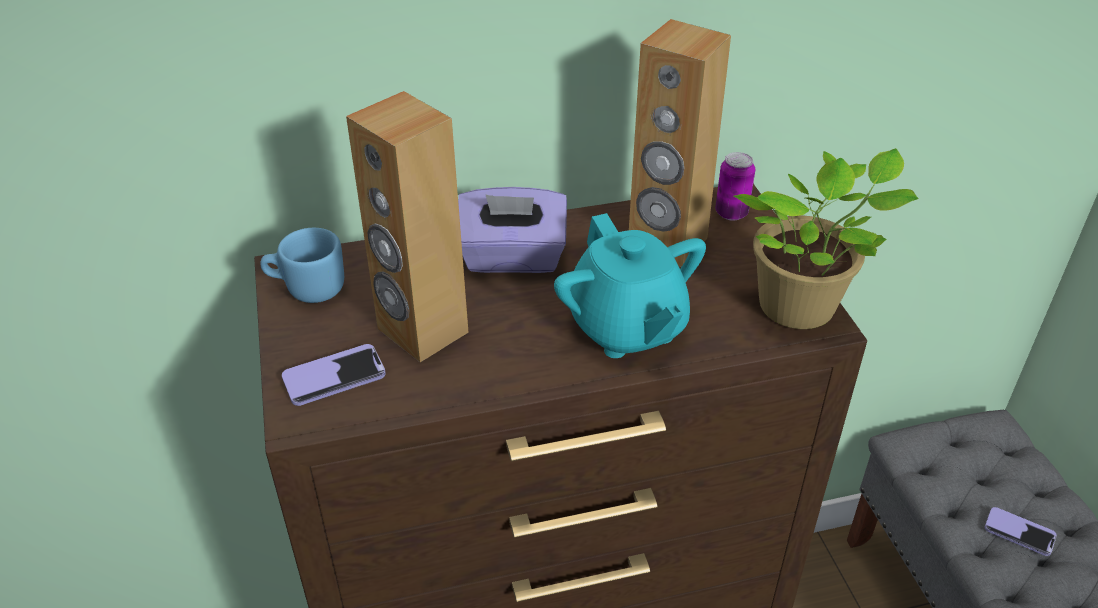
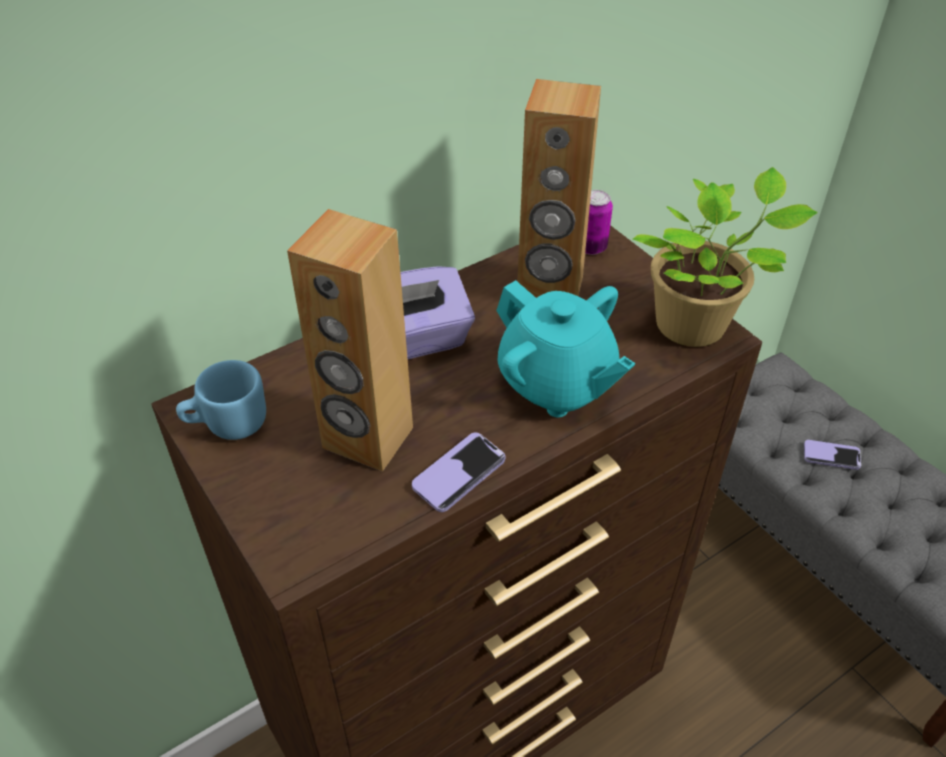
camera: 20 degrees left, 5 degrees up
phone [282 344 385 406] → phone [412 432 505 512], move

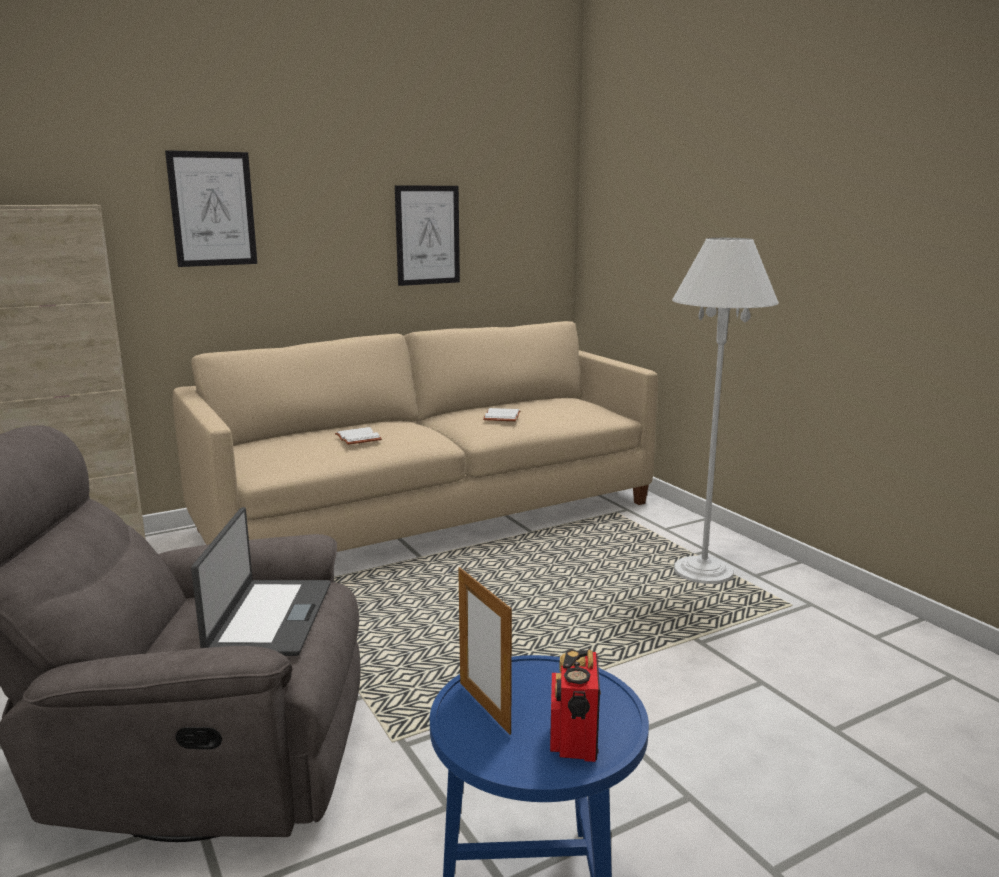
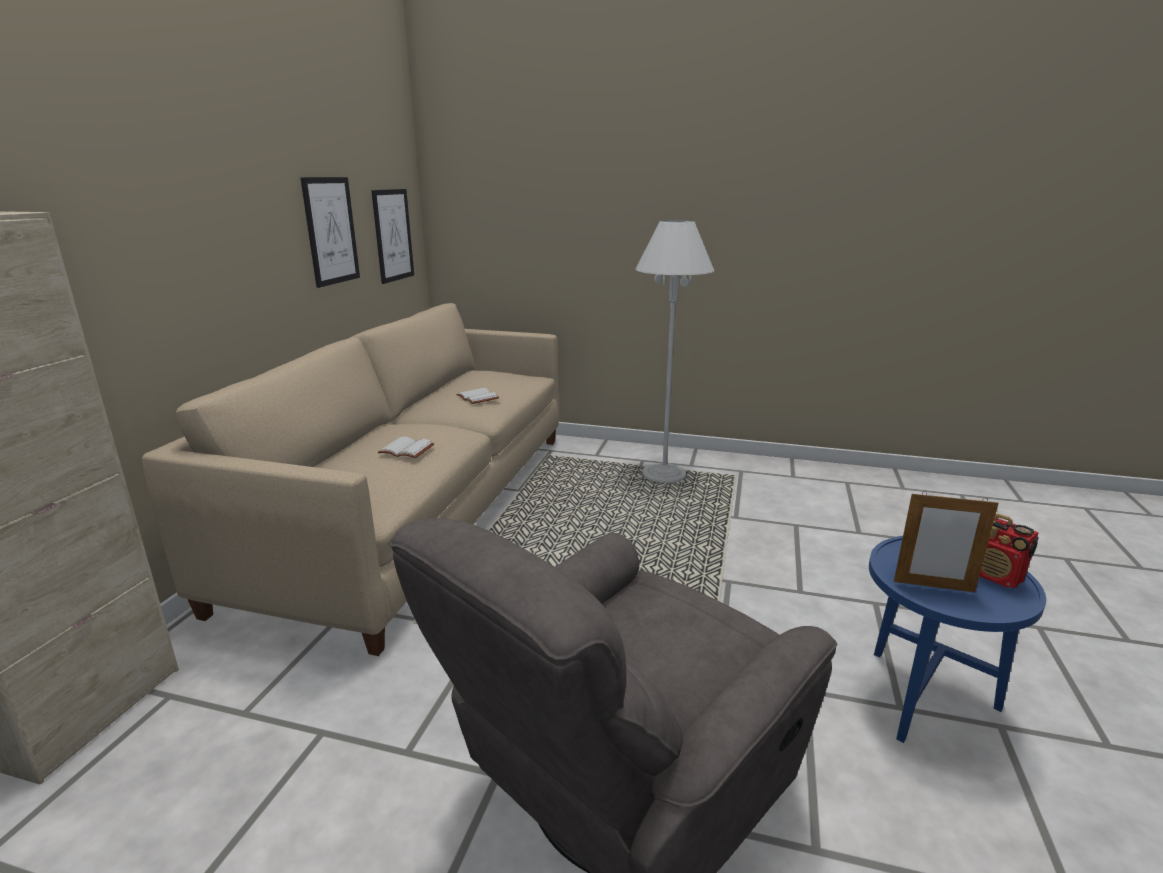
camera: 45 degrees left, 5 degrees up
laptop [191 507 331 656] → -
picture [165 150 257 267] → picture [371 189 414 284], move

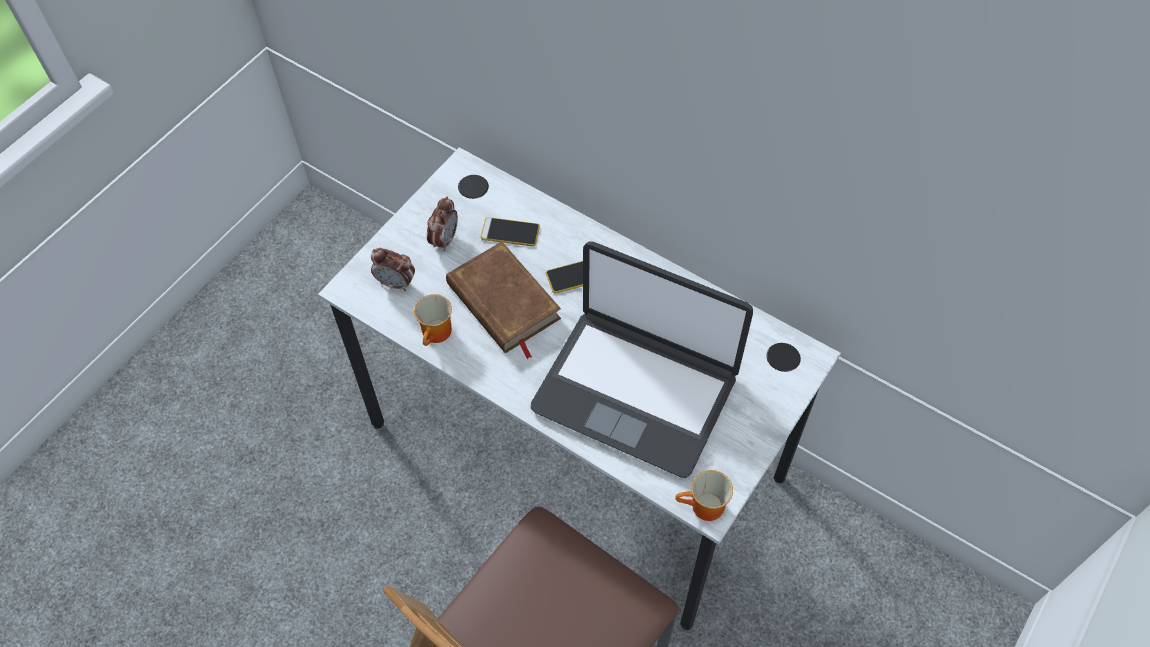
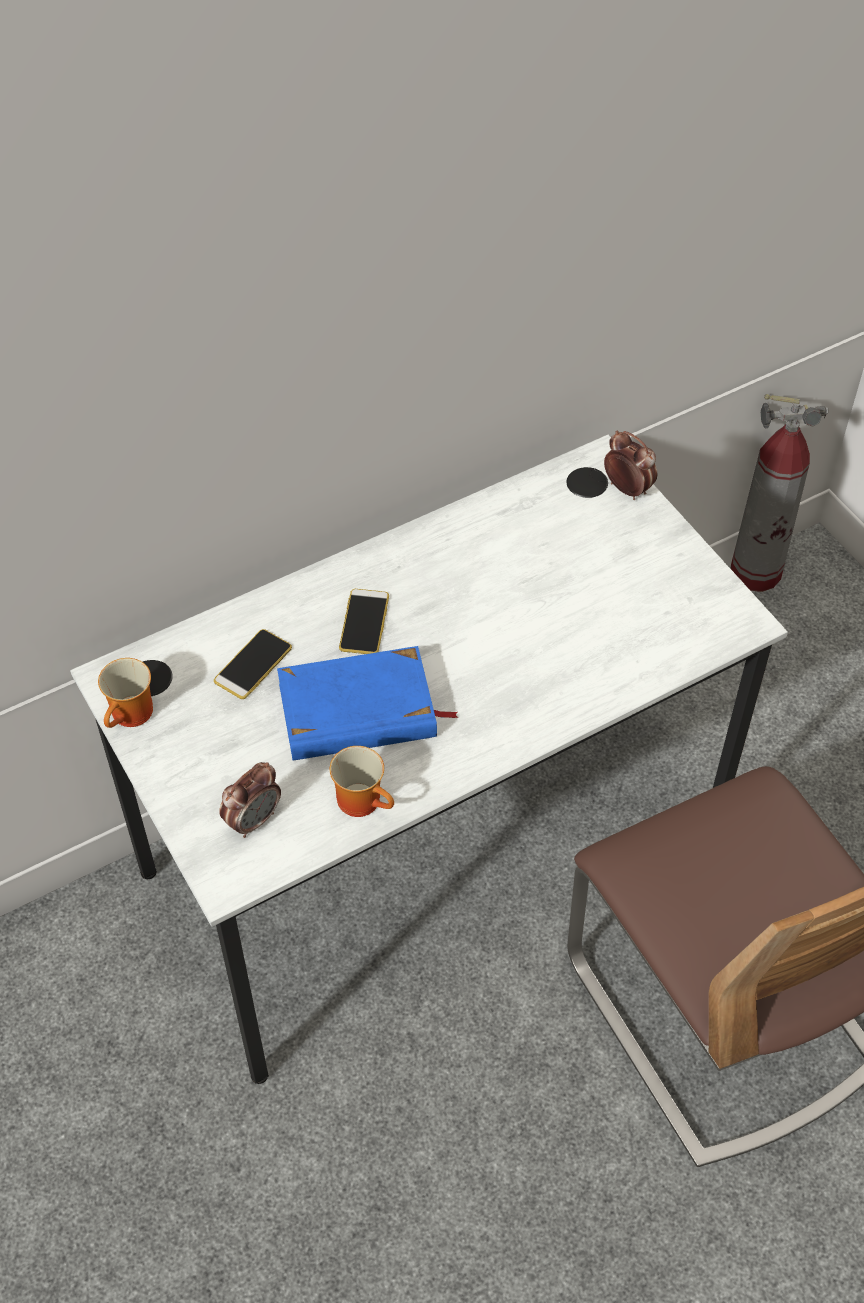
camera: 65 degrees left, 5 degrees down
laptop [530 241 753 478] → -
- → fire_extinguisher [731 394 829 592]
alarm_clock [427 196 458 252] → alarm_clock [604 431 657 500], move
mug [675 470 733 521] → mug [98 658 153 728], move
brown_book [446 242 561 359] → blue_book [277 646 458 761]

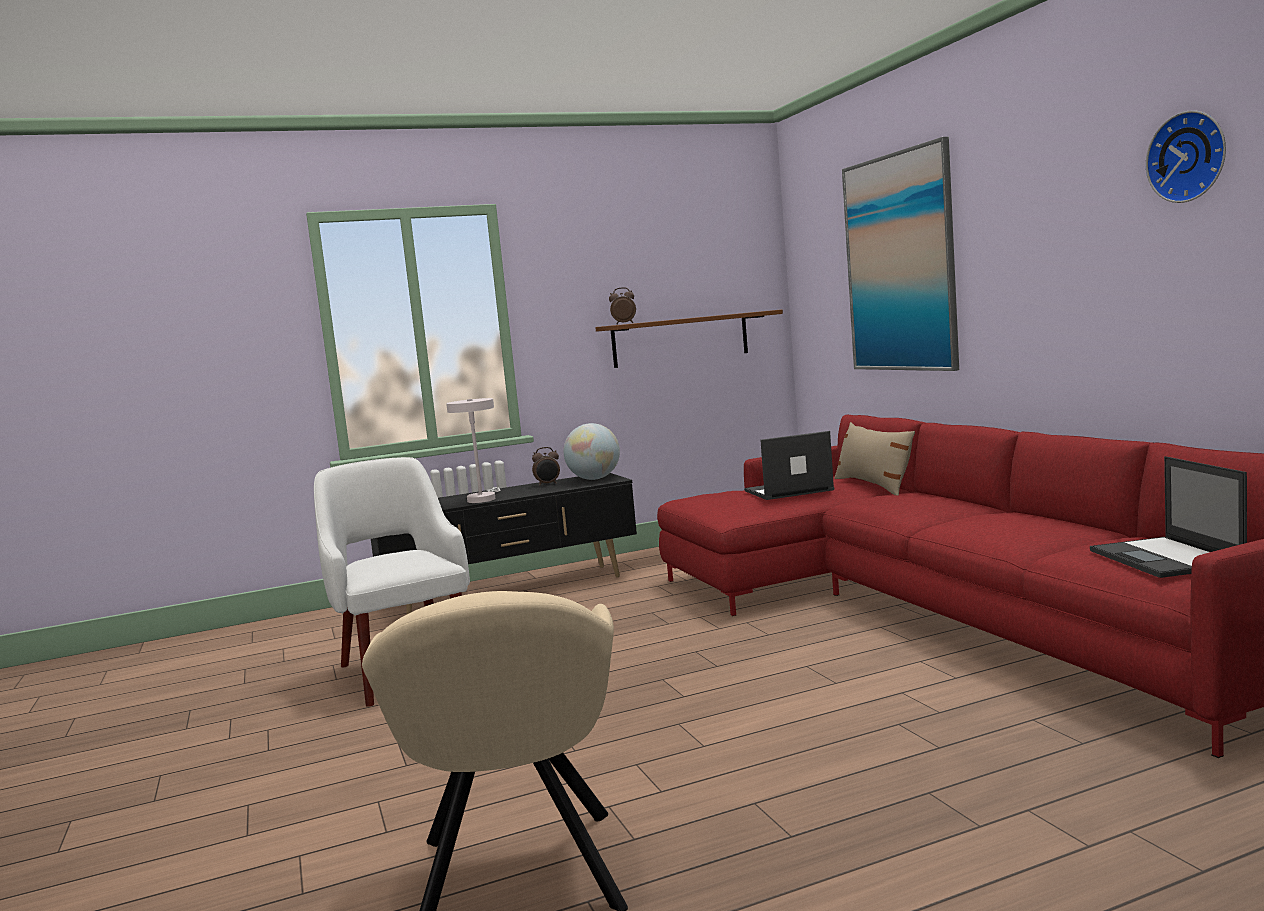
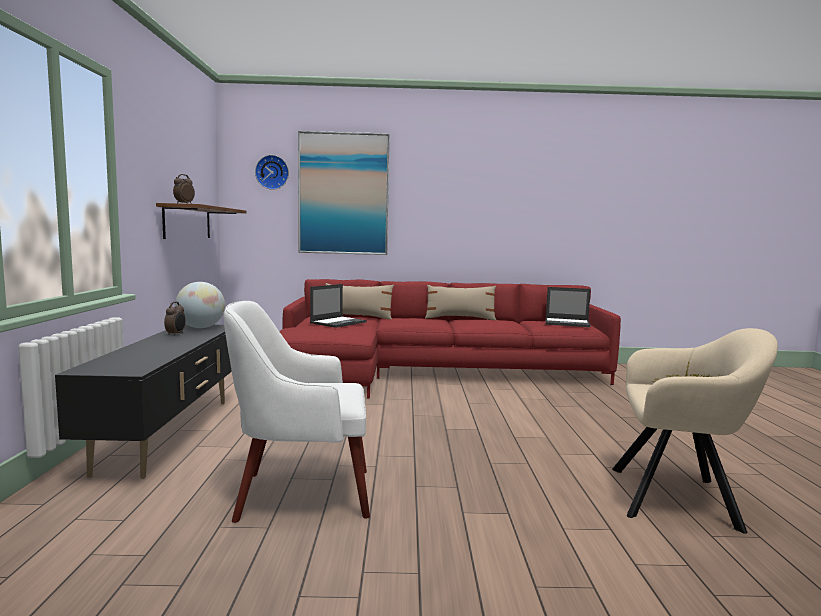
camera: 70 degrees left, 0 degrees up
white_table_lamp [446 398 501 503] → -
- → beige_pillow [425 285 496 320]
wall_clock [1146 110 1226 203] → wall_clock [255 155 289 190], move
laptop [744 431 834 500] → laptop [310 284 367 328], 150 degrees counterclockwise

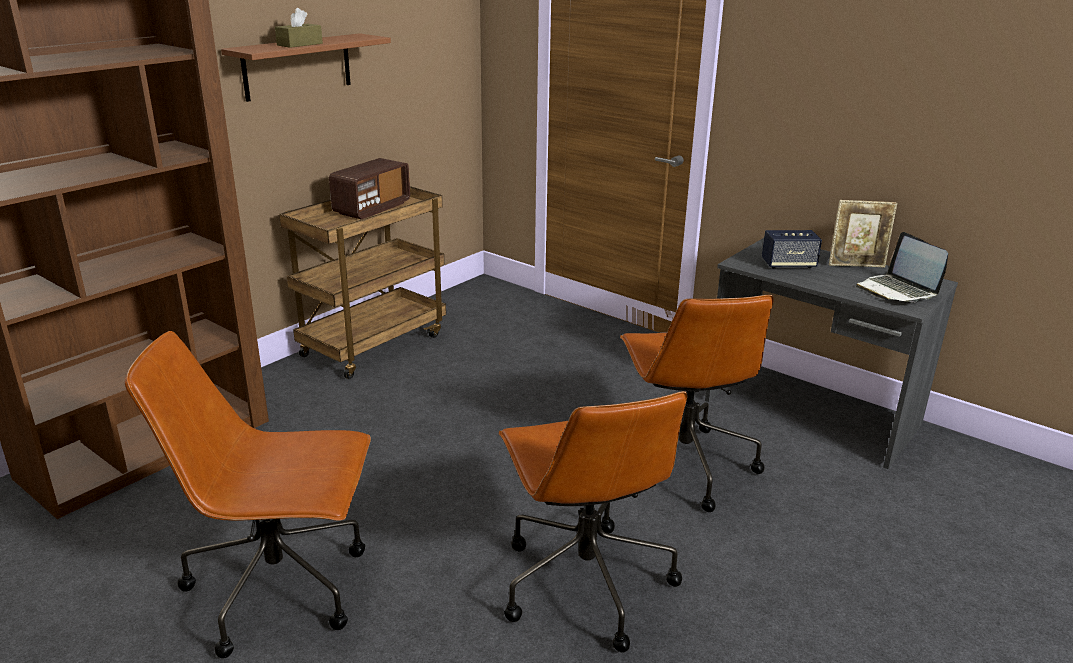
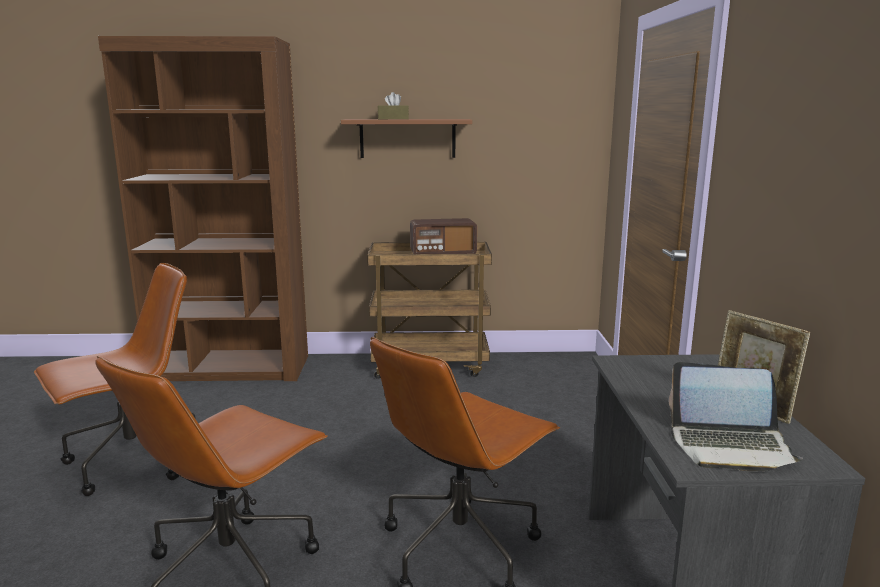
camera: 50 degrees right, 10 degrees down
speaker [762 230 822 269] → -
brown_office_chair [125 331 371 658] → brown_office_chair [34 263 196 496], 90 degrees clockwise
laptop [856 232 948 303] → laptop [669 362 803 471], 105 degrees counterclockwise

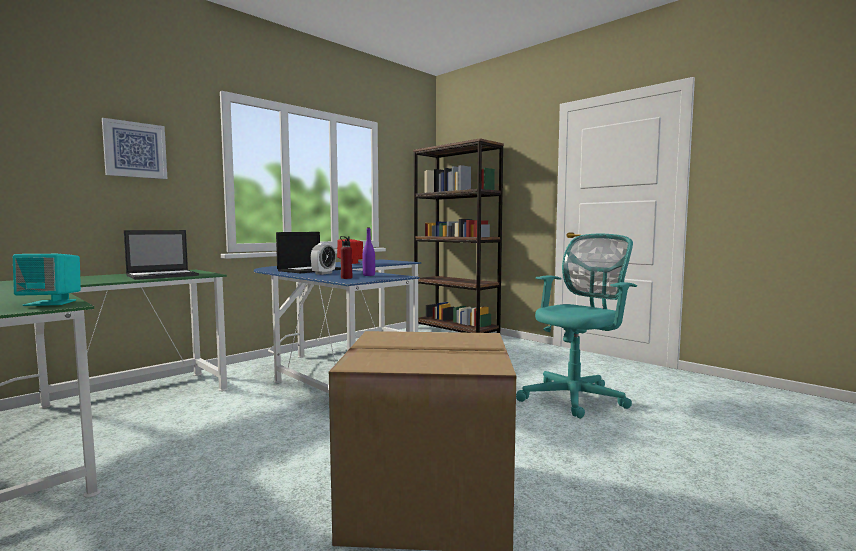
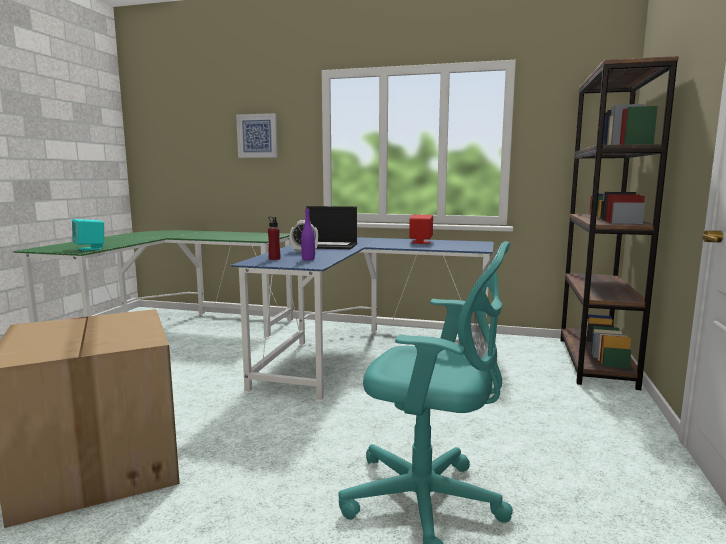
camera: 60 degrees right, 5 degrees up
laptop [124 230 199 280] → -

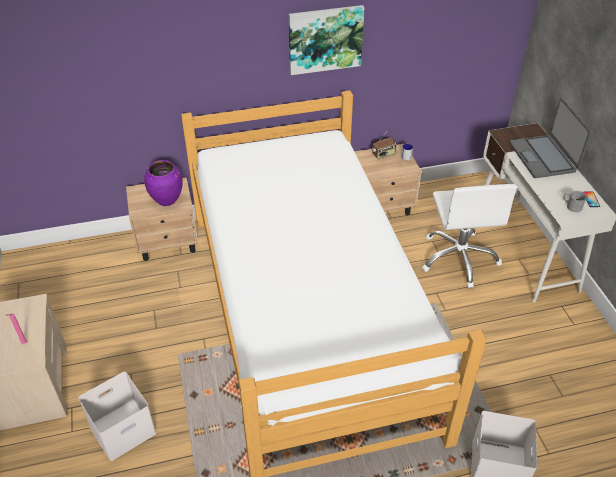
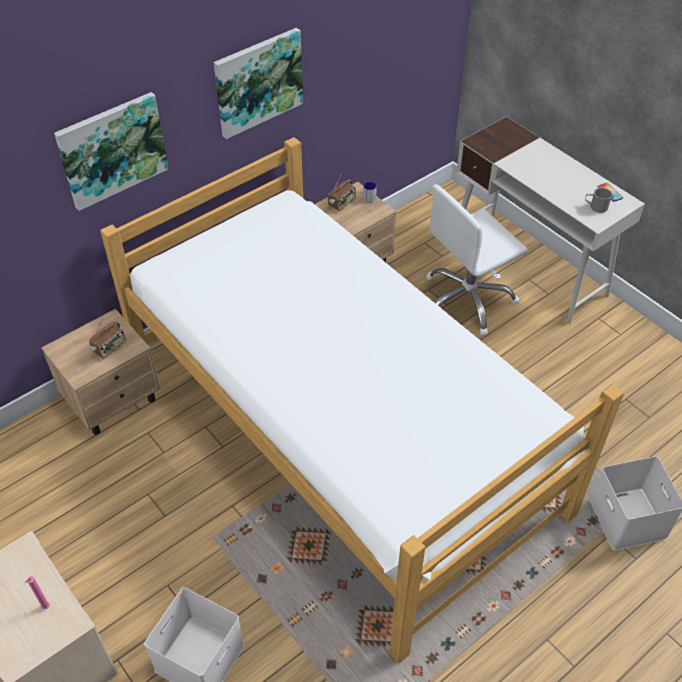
camera: 25 degrees left, 5 degrees up
laptop [509 98 591 178] → -
- → picture [54 92 168 211]
purple_vase [144 160 183 206] → radio [89 317 126 359]
white_office_chair [422 184 518 288] → white_office_chair [426 184 528 336], 90 degrees clockwise

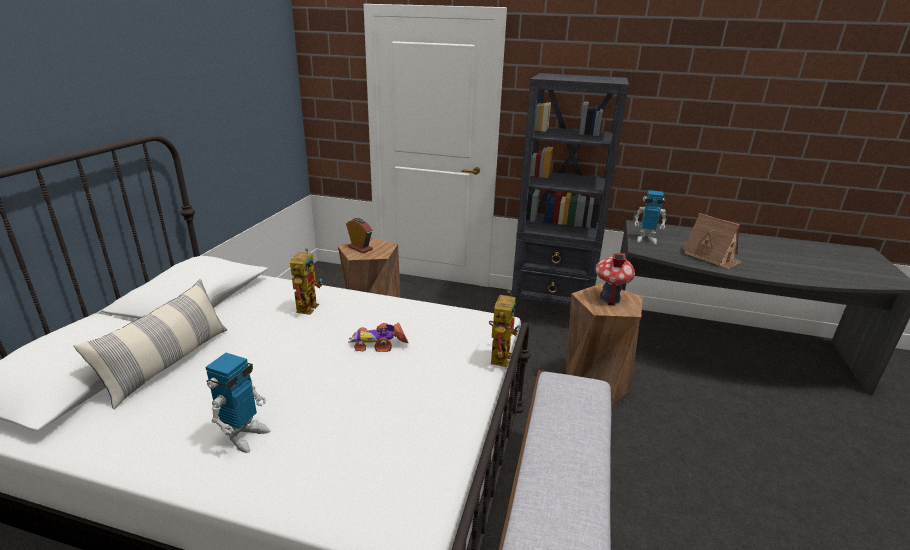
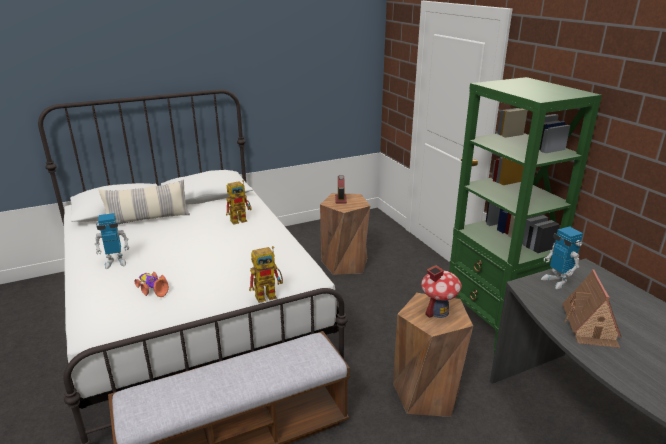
camera: 50 degrees right, 0 degrees up
toy_car [348 322 409 352] → toy_car [135 272 169 297], move
black_bookcase [511 73 629 317] → green_bookcase [449 77 602 354]

